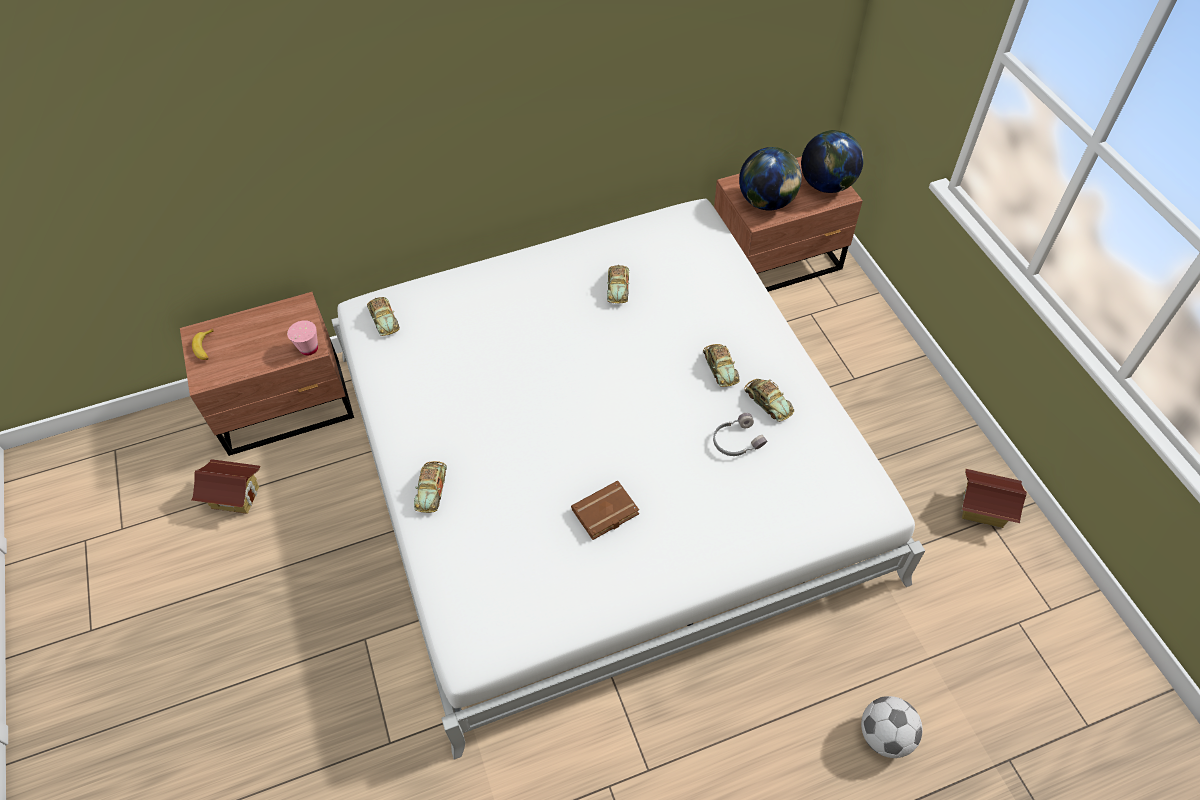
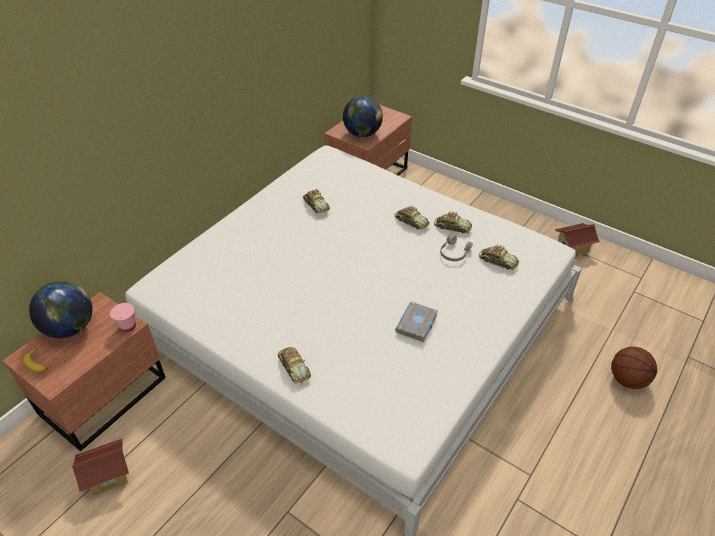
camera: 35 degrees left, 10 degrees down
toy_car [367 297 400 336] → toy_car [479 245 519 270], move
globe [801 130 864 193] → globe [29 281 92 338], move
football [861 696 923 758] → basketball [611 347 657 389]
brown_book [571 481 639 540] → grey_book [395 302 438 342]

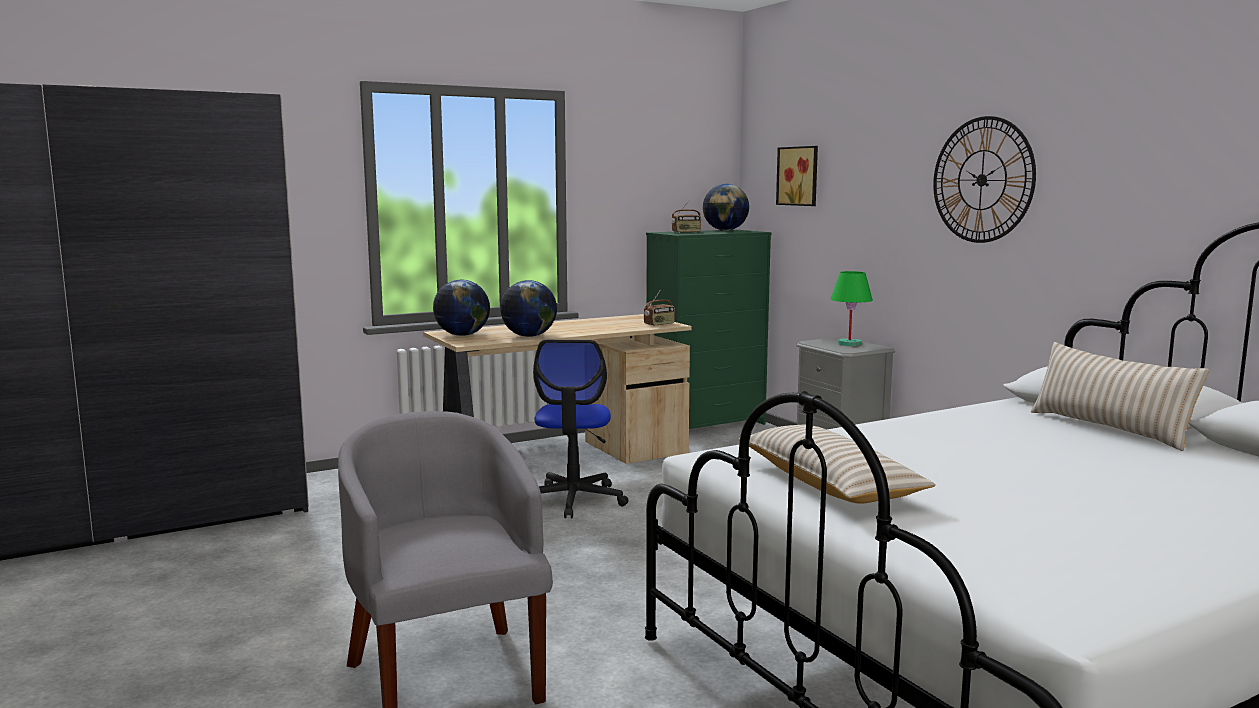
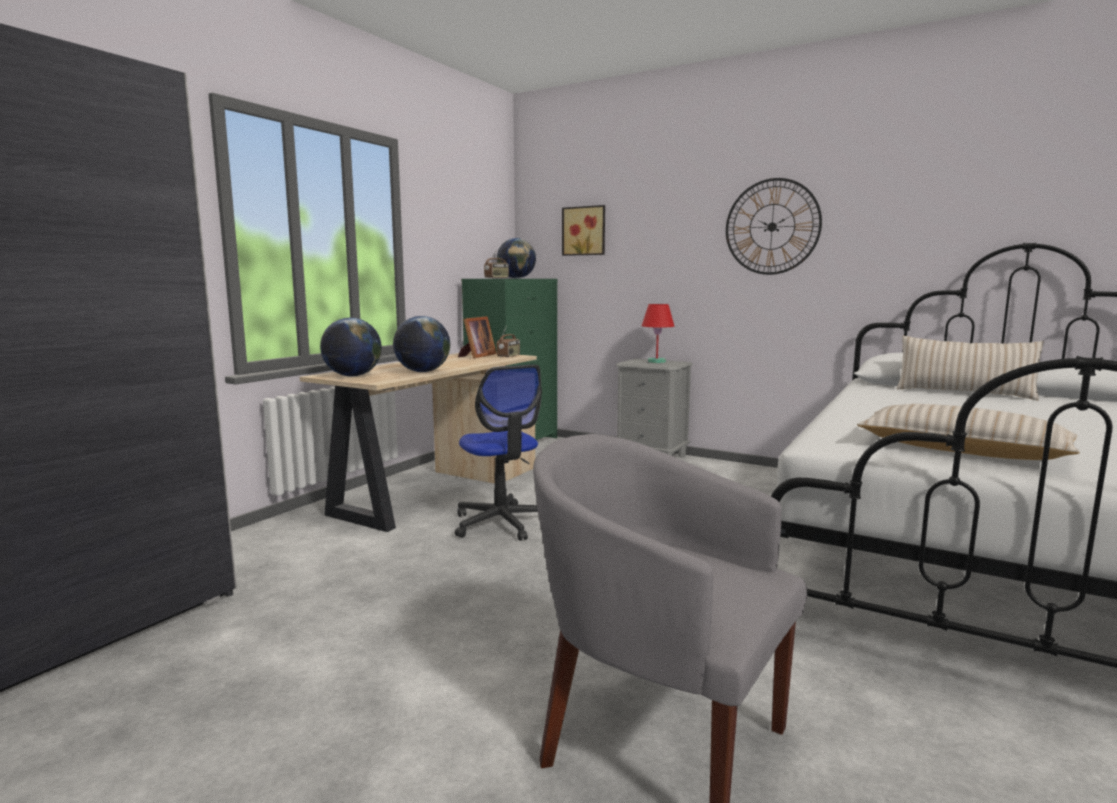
camera: 30 degrees left, 0 degrees up
- → picture_frame [458 316 497 359]
green_table_lamp [831 271 873 346] → red_table_lamp [642 304 674 363]

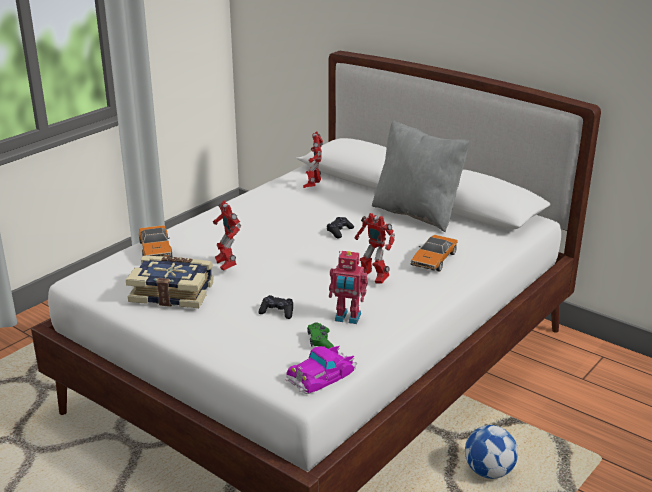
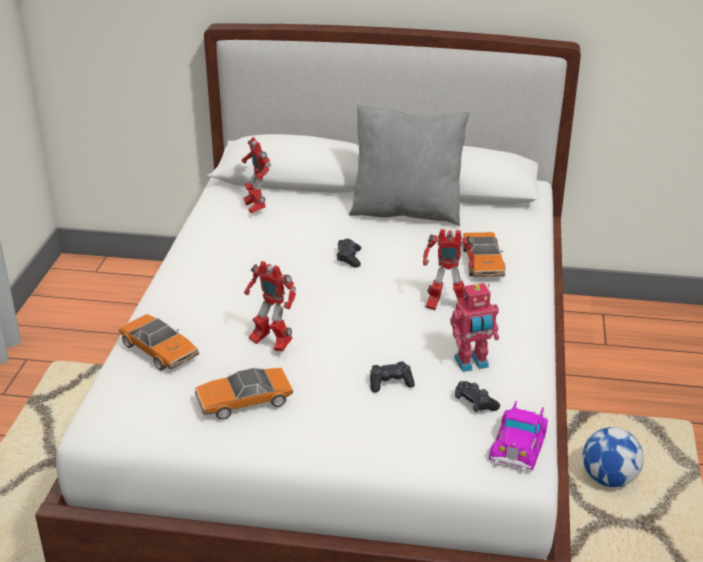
camera: 30 degrees left, 5 degrees up
book [126 256 214 308] → toy_car [195 368 293 420]
green_game_controller [307 323 334 349] → black_game_controller [455 381 500 412]

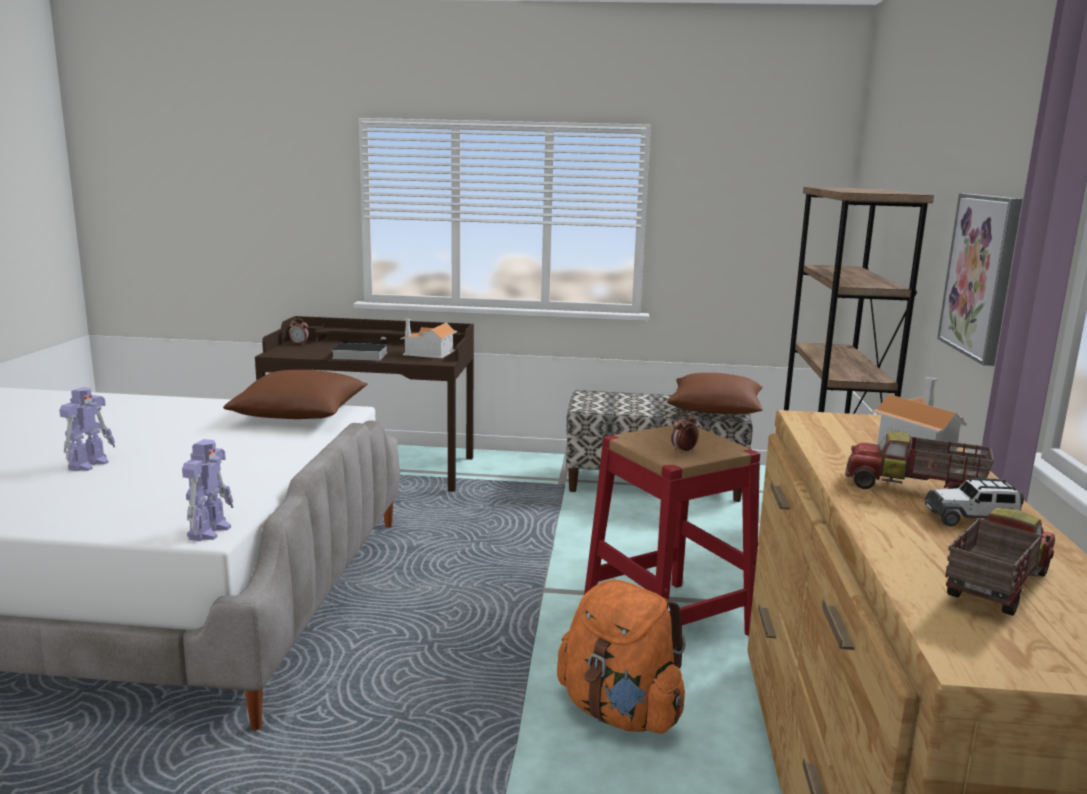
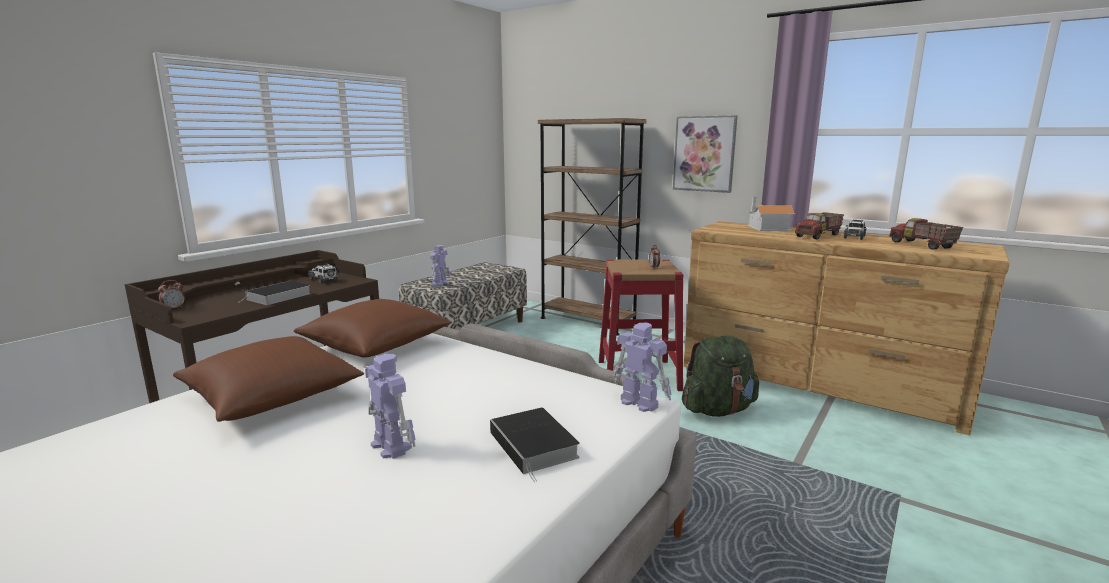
camera: 60 degrees left, 0 degrees up
- → toy_robot [430 245 450 287]
- → book [490 408 580 482]
brown_pillow [667 373 763 414] → brown_pillow [173 336 364 422], move
toy_house [400 319 457 358] → toy_car [308 264 339 283]
orange_backpack [557 579 686 734] → green_backpack [682 336 759 417]

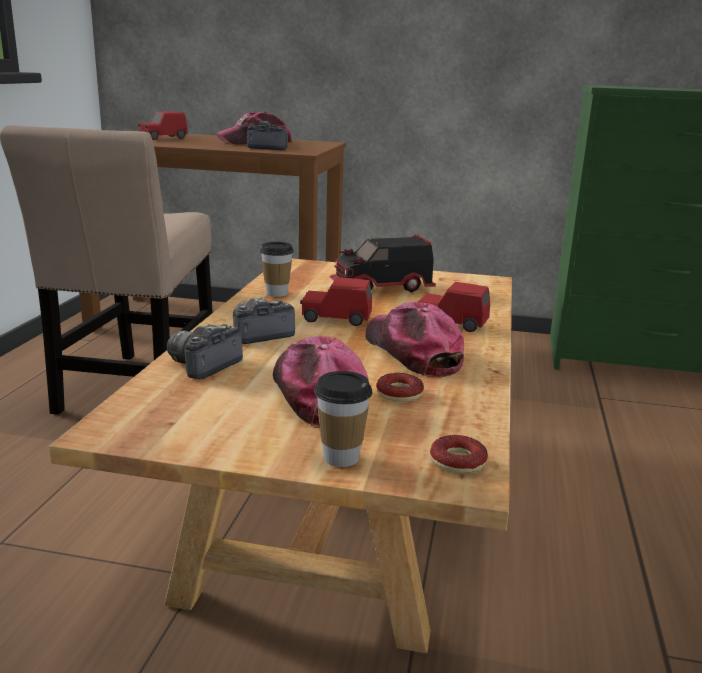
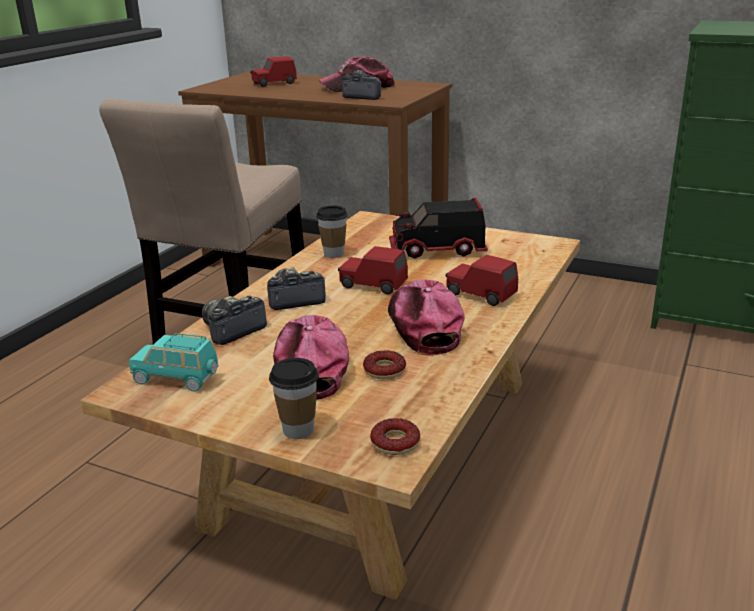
camera: 15 degrees right, 5 degrees up
- → turquoise_toy_car [129 333 219 392]

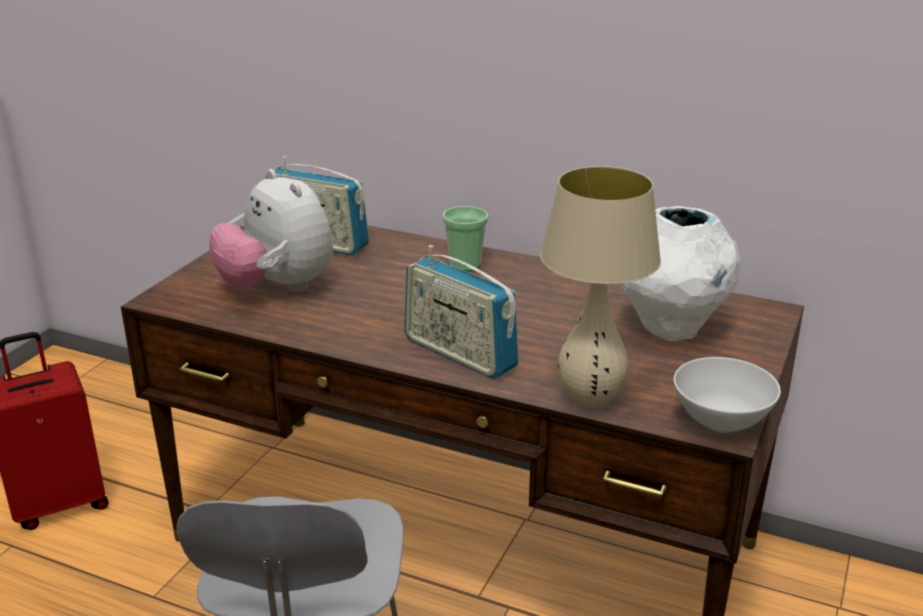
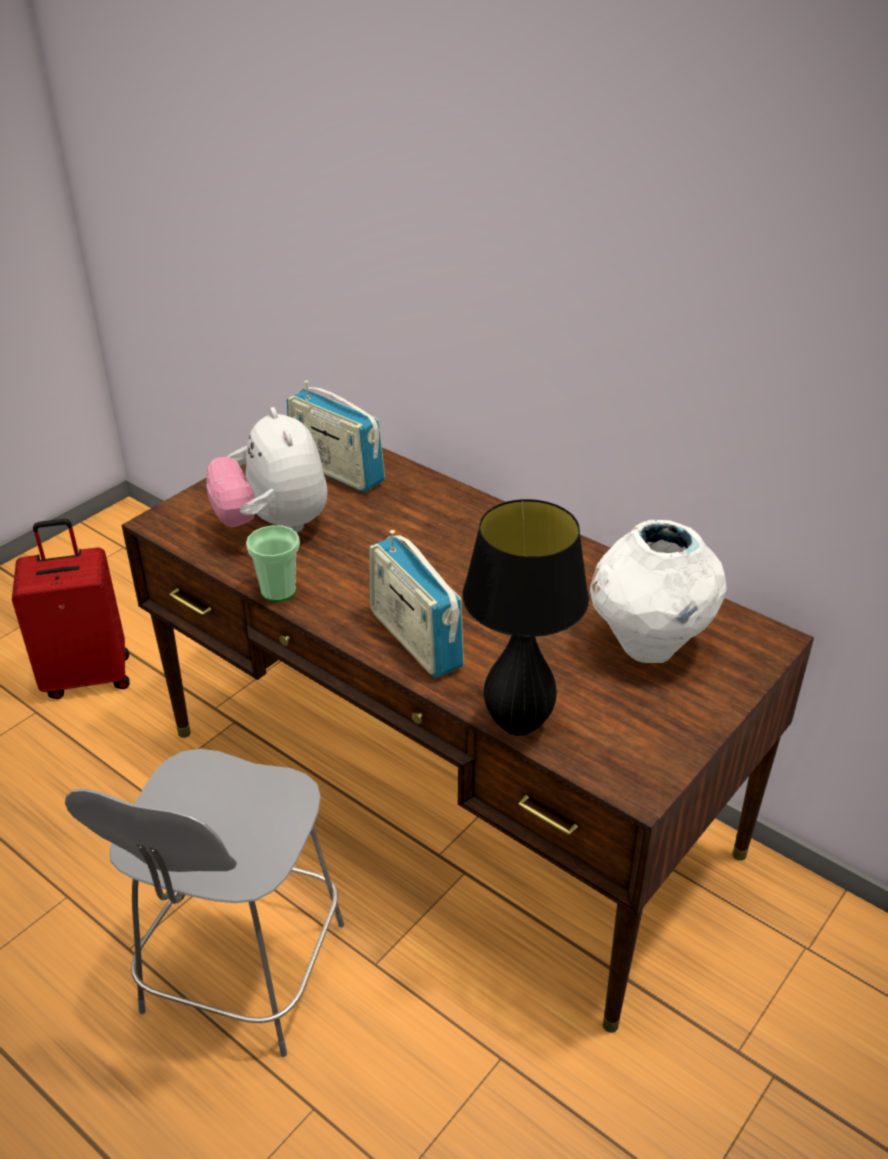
camera: 15 degrees right, 10 degrees up
white_bowl [674 357 781 433] → -
cup [442 206 488 272] → cup [246 525 300 602], move
beige_table_lamp [540 166 661 410] → black_table_lamp [462 499 589 736]

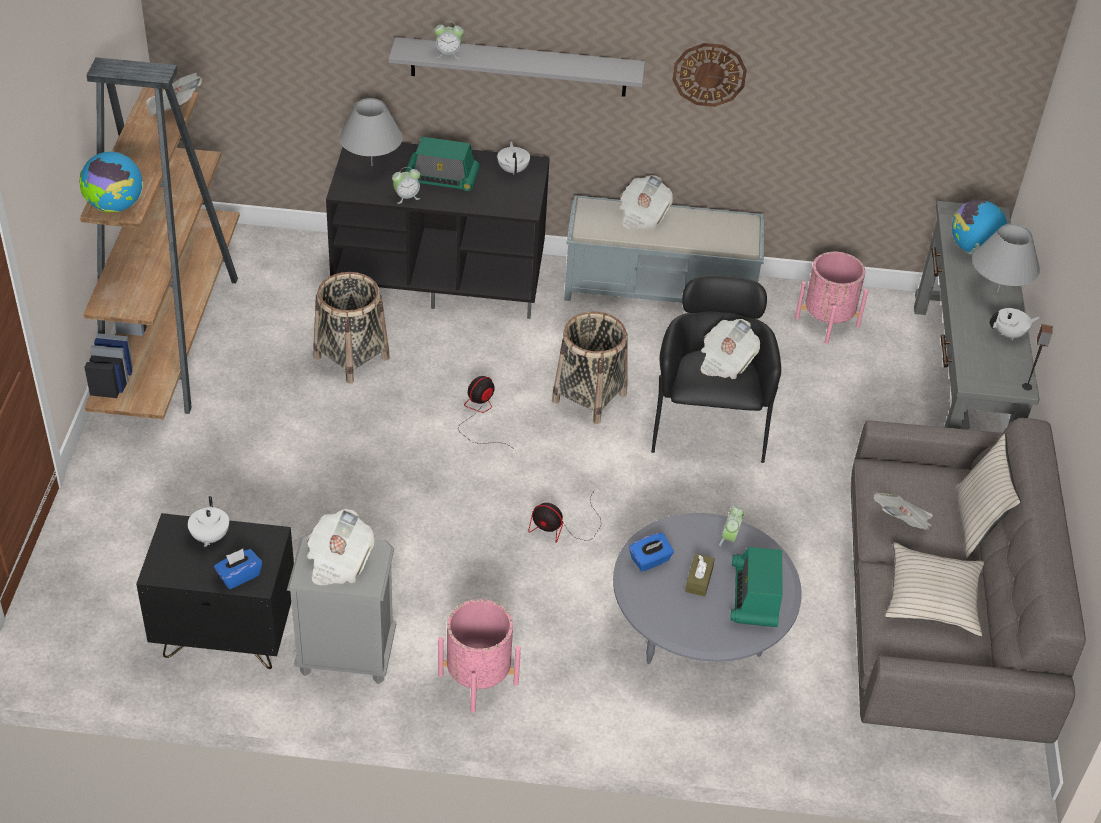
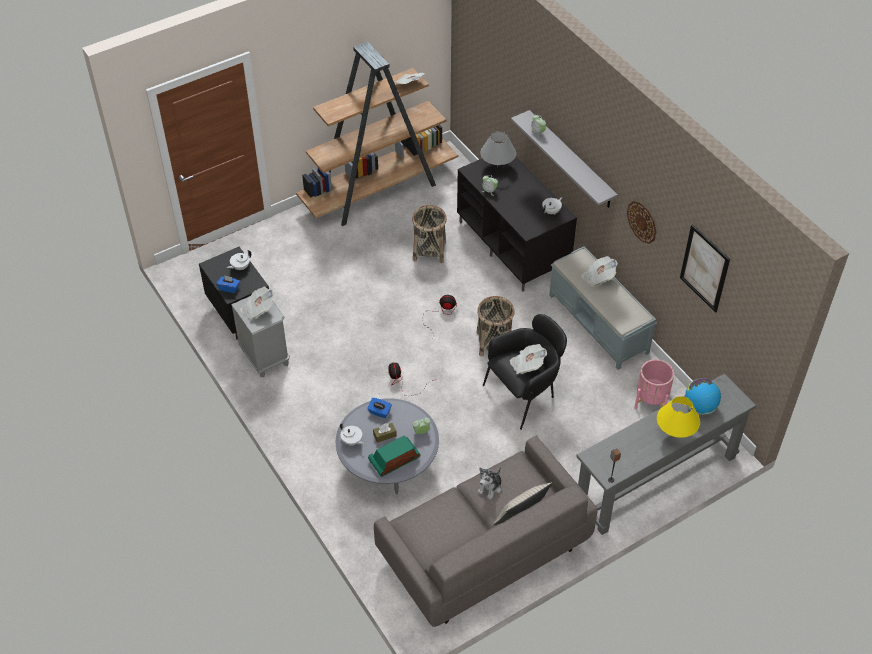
camera: 55 degrees right, 5 degrees up
globe [79 152 143 213] → -
radio [405 137 480 191] → -
pink_planter [438 599 521 713] → -
beige_pillow [885 542 984 637] → -
- → picture [680 224 730 313]
white_teapot [990 308 1040 340] → white_teapot [340 423 364 445], move
newspaper [874 493 933 530] → plush_toy [477 467 502 500]
grey_table_lamp [972 224 1040 293] → yellow_table_lamp [657 396 700 438]

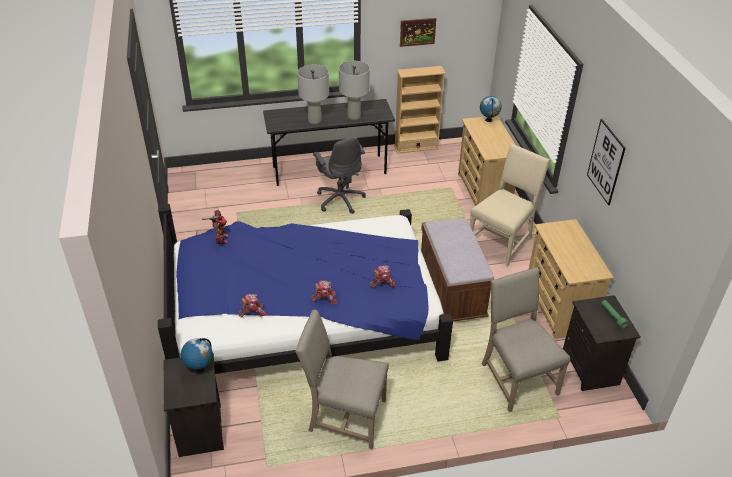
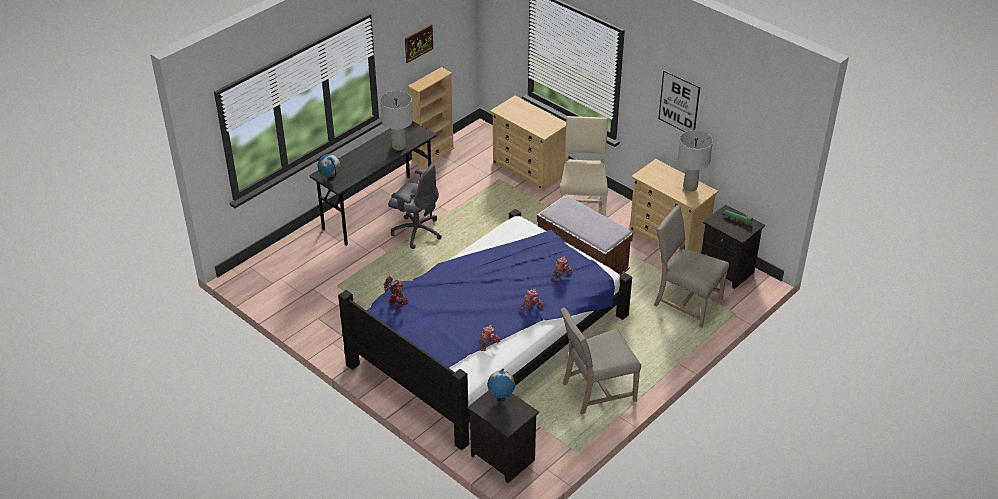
camera: 35 degrees left, 0 degrees up
grey_table_lamp [297 65 329 125] → grey_table_lamp [677 130 713 191], move
globe [480 96 502 122] → globe [318 154 341 181], move

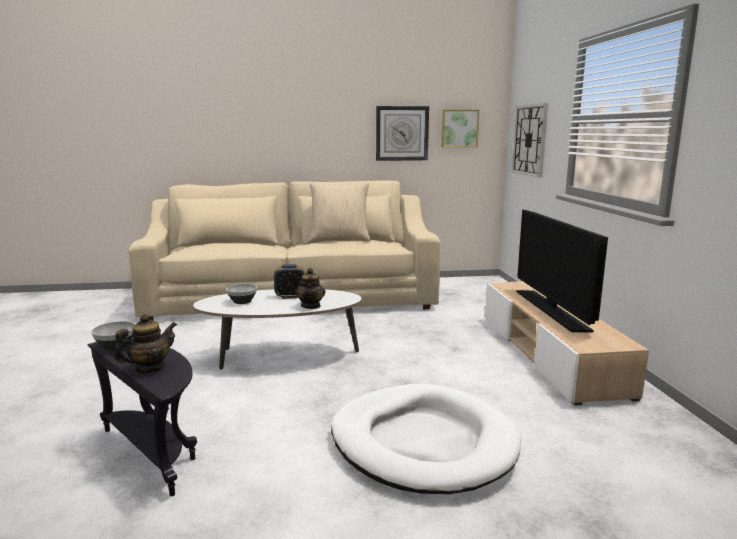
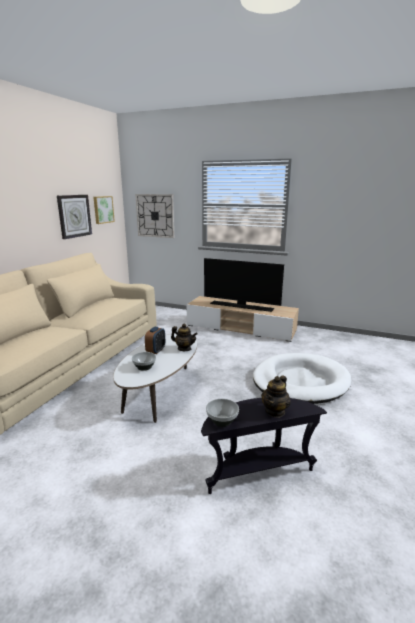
camera: 60 degrees left, 5 degrees up
beige_pillow [309 183 370 242] → -
teapot [114 314 177 373] → teapot [261 375 291 418], 135 degrees counterclockwise

